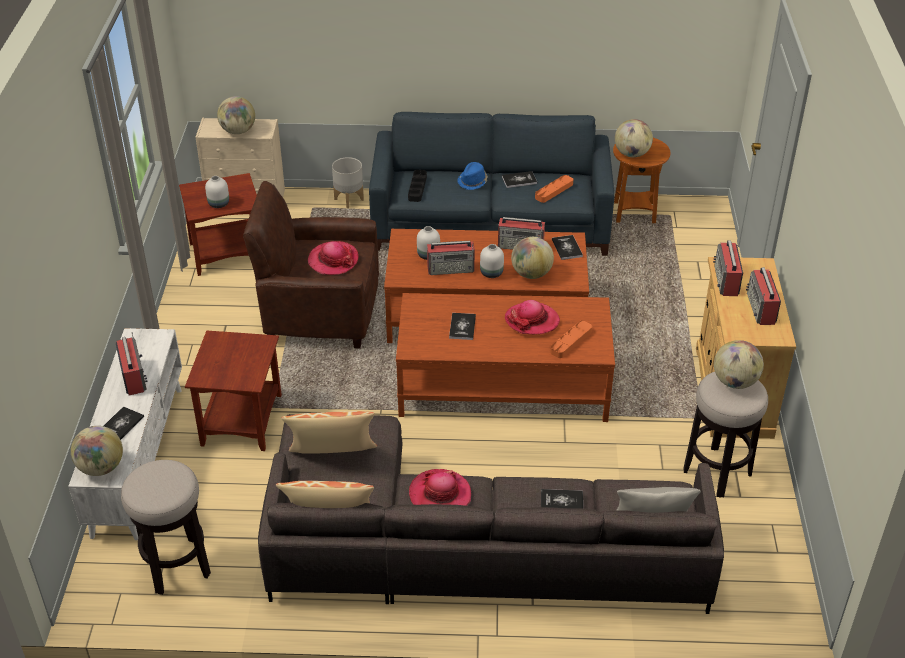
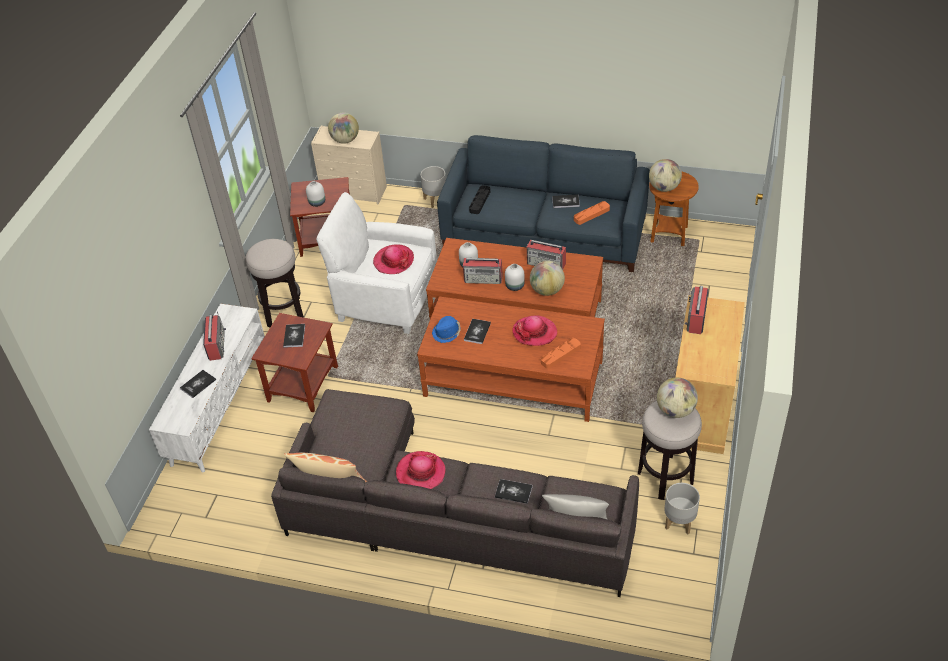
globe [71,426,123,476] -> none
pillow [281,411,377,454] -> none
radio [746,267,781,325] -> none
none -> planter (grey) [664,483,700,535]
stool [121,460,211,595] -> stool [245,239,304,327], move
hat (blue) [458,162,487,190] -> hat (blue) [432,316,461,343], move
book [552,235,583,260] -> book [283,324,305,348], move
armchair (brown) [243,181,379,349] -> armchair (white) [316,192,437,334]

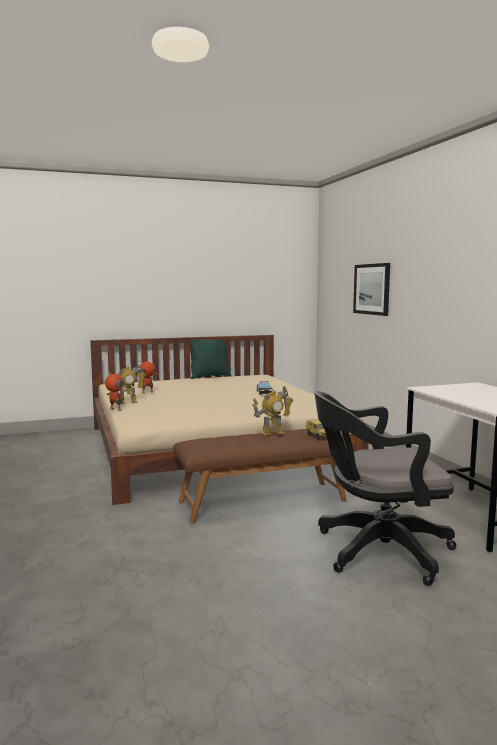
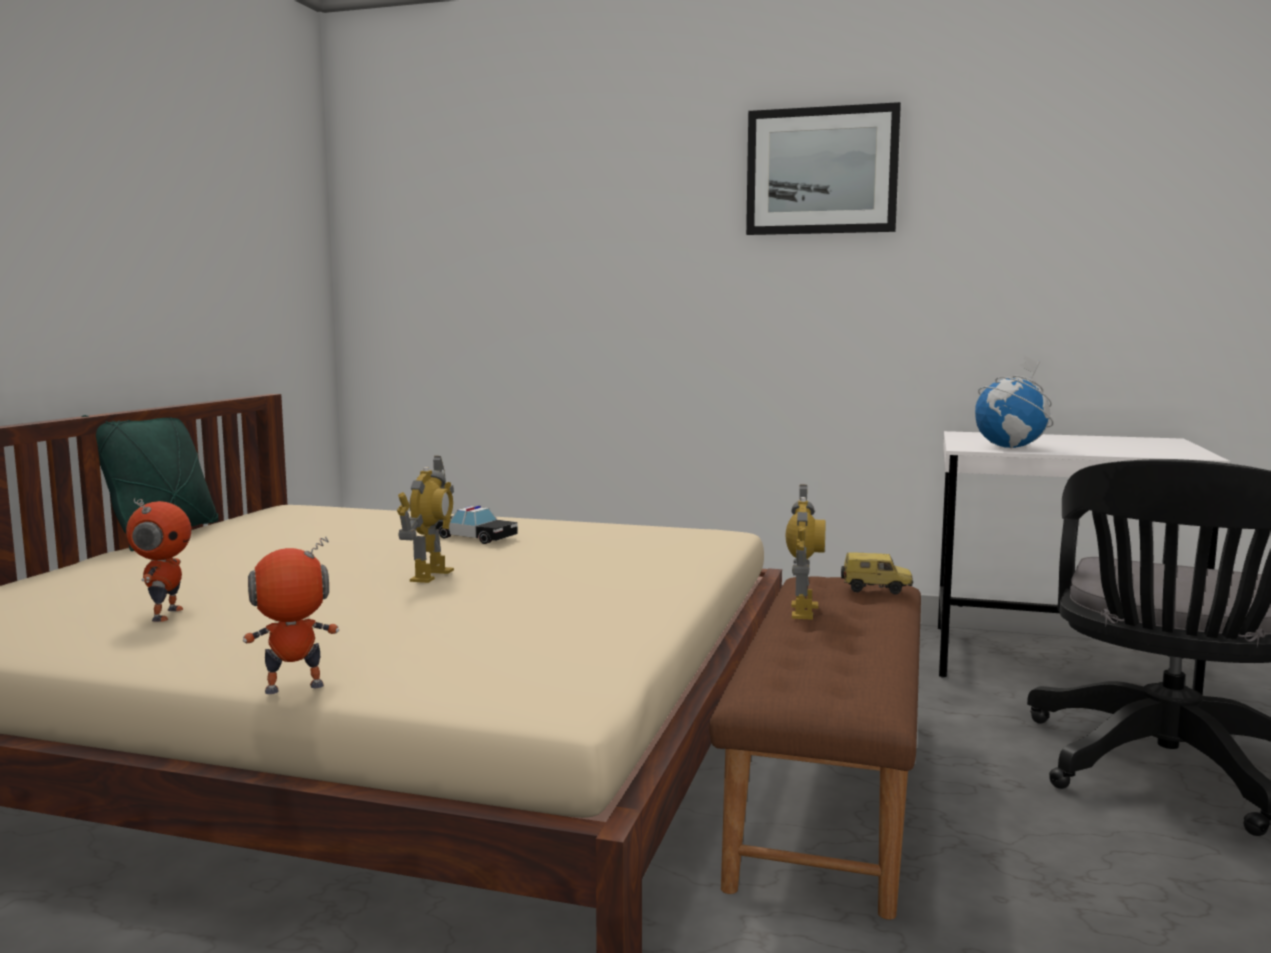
none -> globe [975,356,1053,448]
toy robot [108,363,146,404] -> toy robot [397,456,454,583], move
picture [353,263,390,316] -> picture [746,102,901,235], move

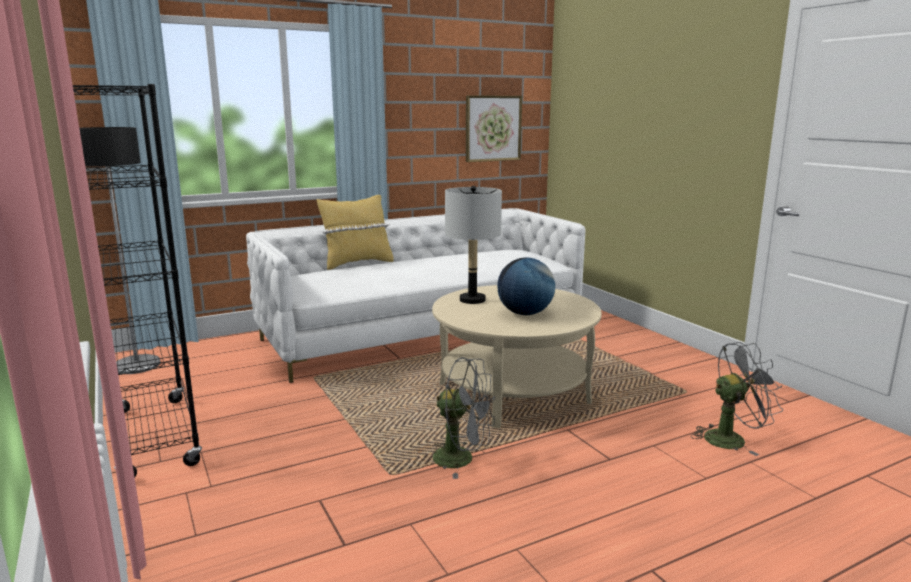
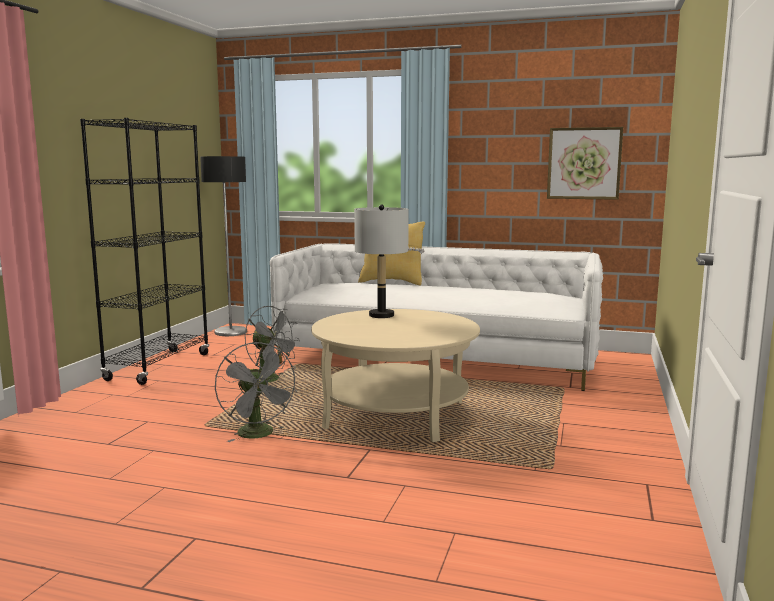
globe [497,258,555,315] -> none
fan (grey) [691,342,783,456] -> fan (grey) [244,306,300,382], move

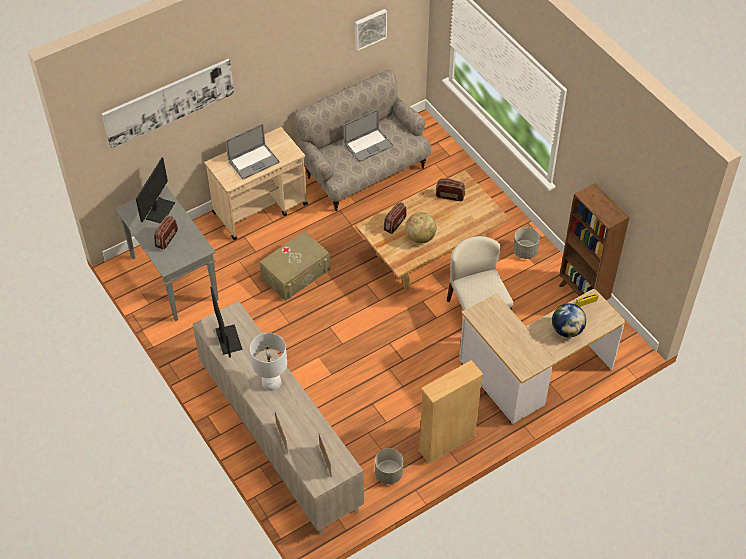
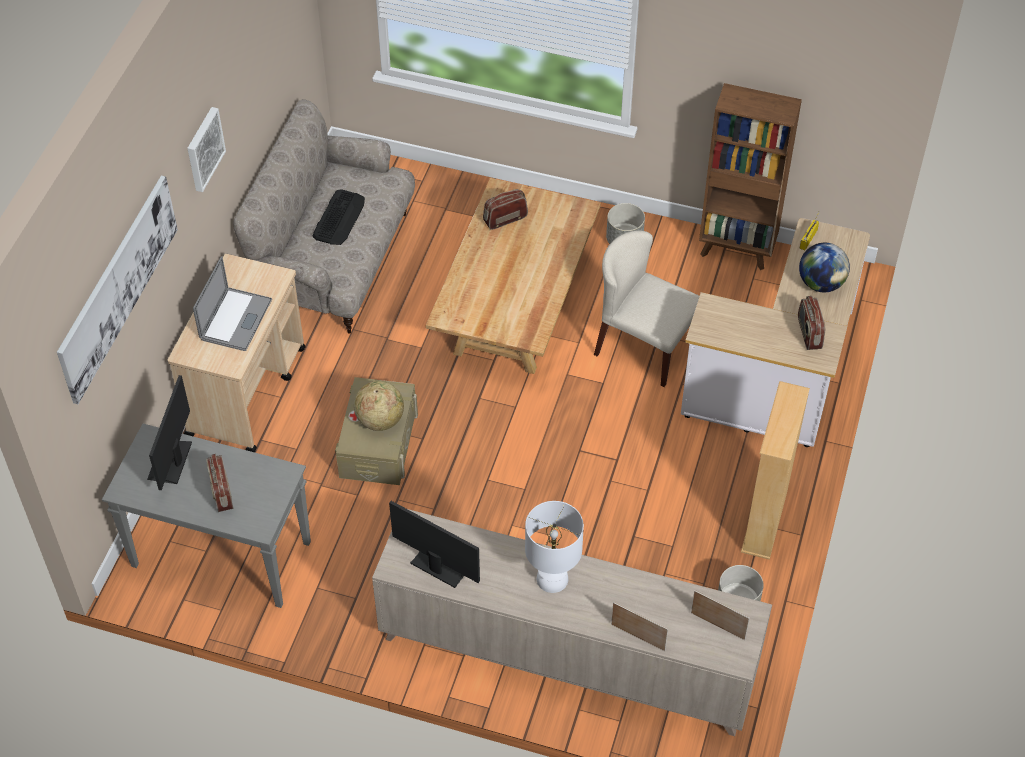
picture [355,9,387,51] -> picture [187,107,226,192], move
radio [384,202,407,234] -> radio [798,296,825,350], move
globe [405,212,436,244] -> globe [354,381,404,431], move
laptop [343,109,393,162] -> keyboard [312,189,365,245]
monitor [136,158,176,224] -> monitor [147,375,192,490], 150 degrees counterclockwise

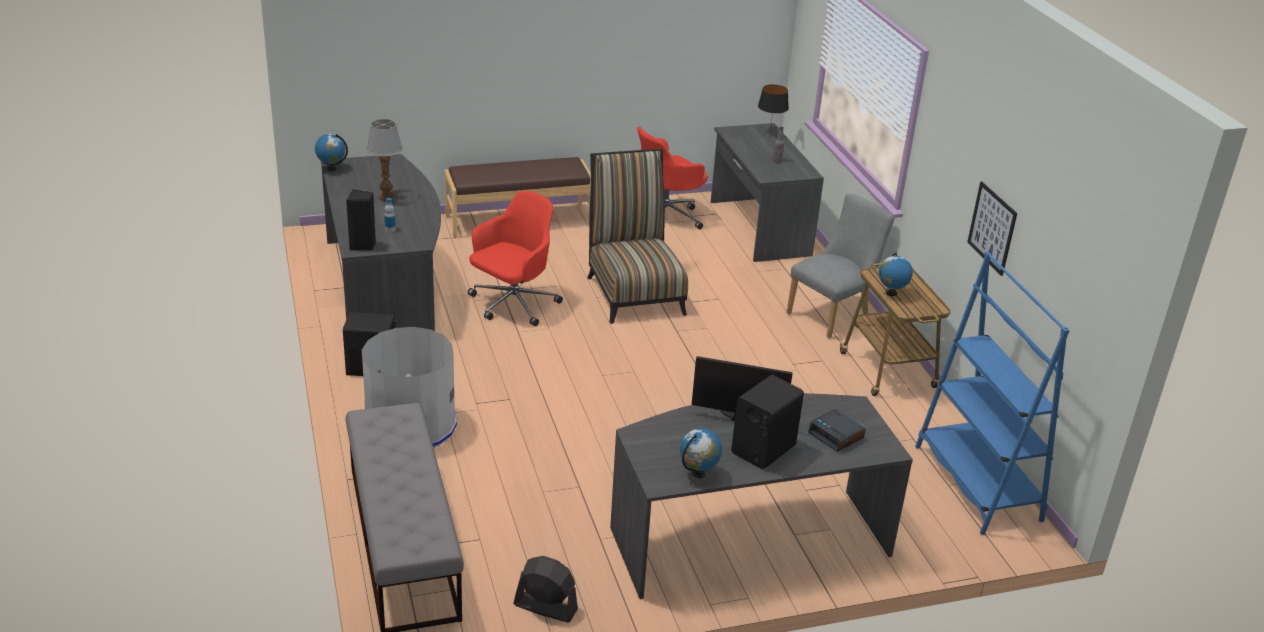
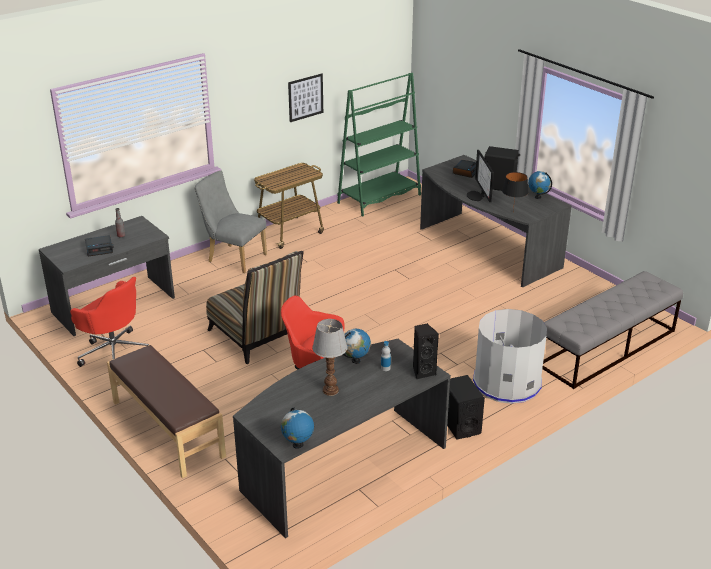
fan (black) [513,556,578,622] -> none
none -> alarm clock [85,235,114,256]
table lamp (black) [758,85,789,132] -> table lamp (black) [502,172,529,211], move
globe [879,253,913,296] -> globe [343,329,371,364], move
bookcase (blue) [915,251,1069,535] -> bookcase (green) [337,73,421,217]
chair [587,148,688,324] -> chair [206,251,304,364], 90 degrees counterclockwise

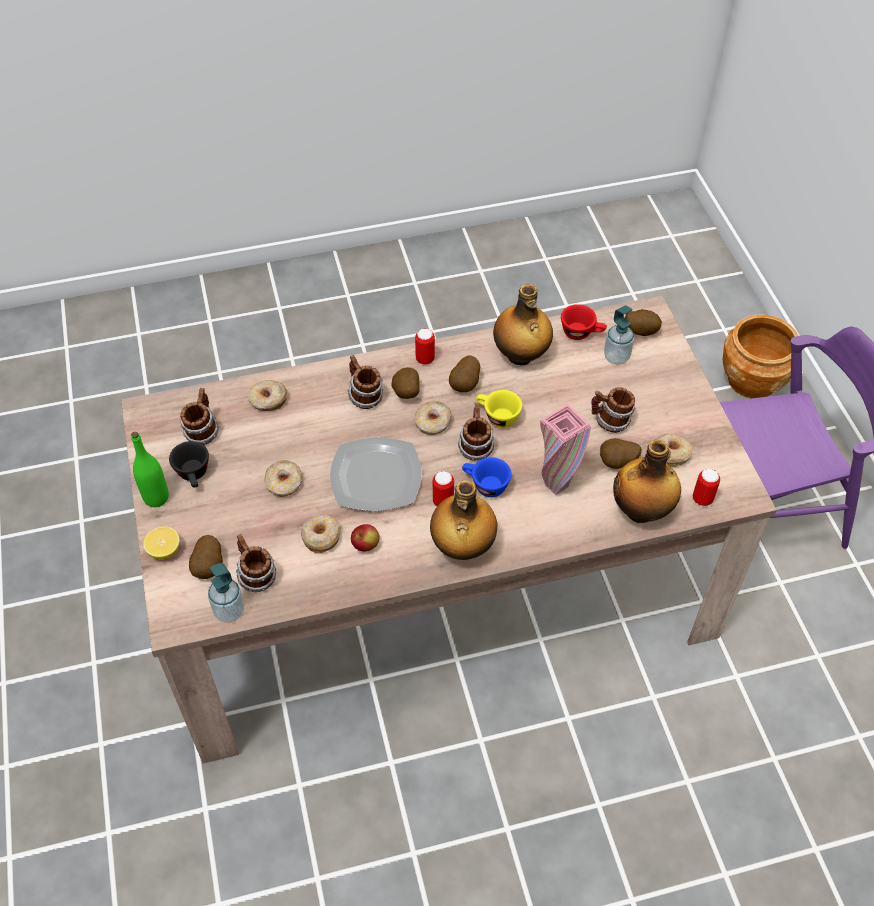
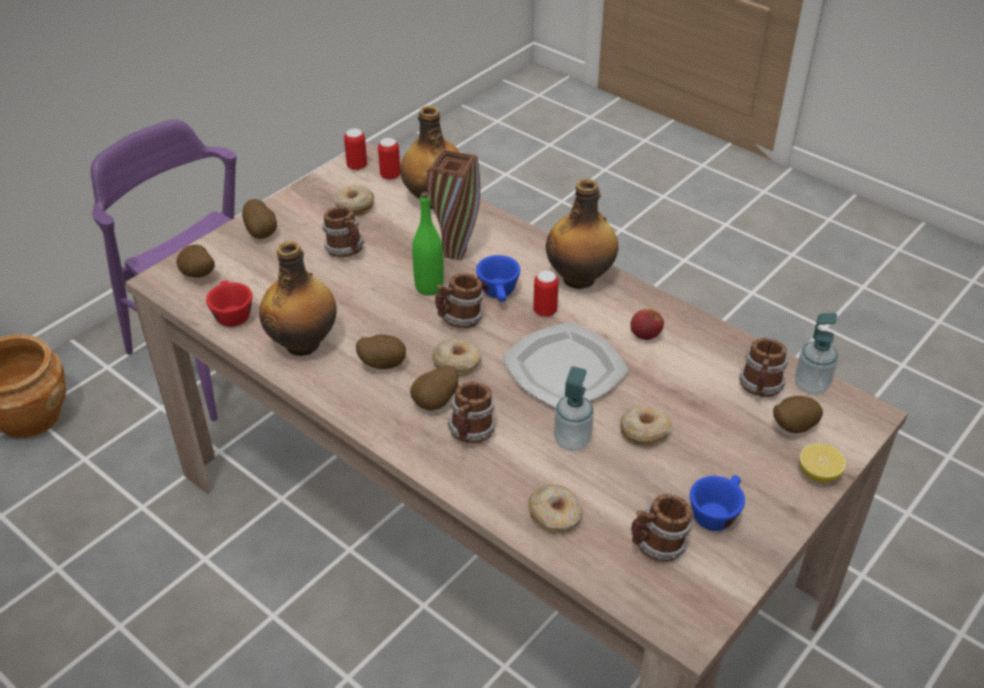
donut [301,514,340,553] -> none
cup (yellow) [476,390,522,428] -> none
bottle (green) [131,432,169,507] -> bottle (green) [412,192,444,296], move
can [415,328,435,364] -> can [344,128,367,170], move
potato [600,438,642,469] -> potato [242,199,277,239], move
soap dispenser [604,305,634,365] -> soap dispenser [554,366,594,451], move
cup (black) [169,441,209,488] -> cup (blue) [690,475,745,531]
vase (pink) [540,404,591,495] -> vase (brown) [427,149,480,261]

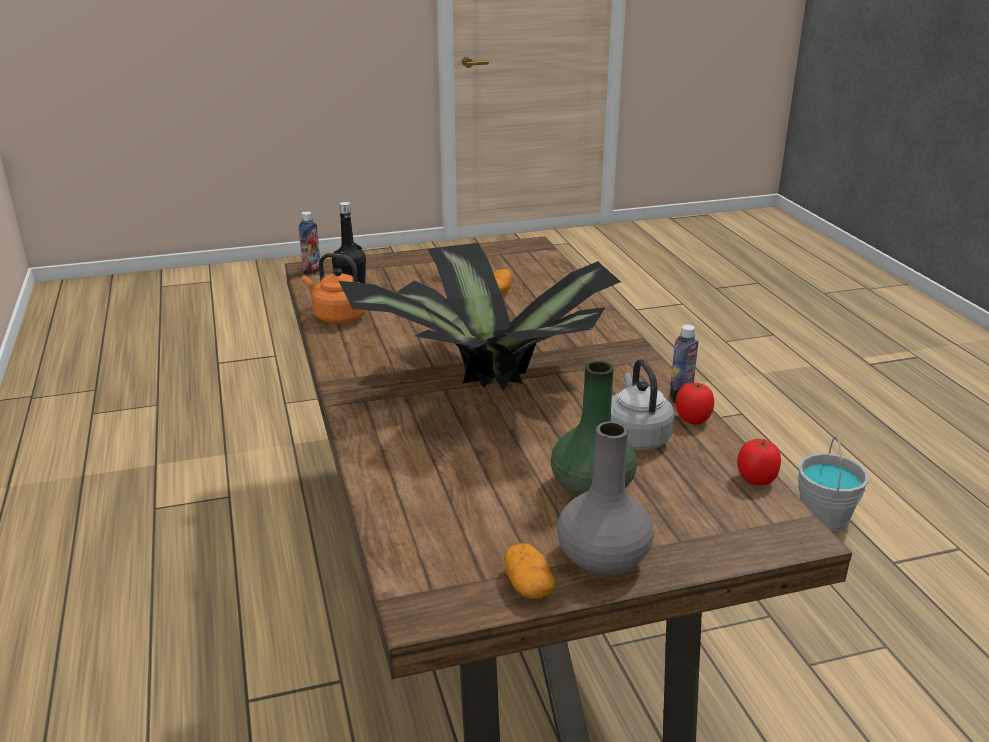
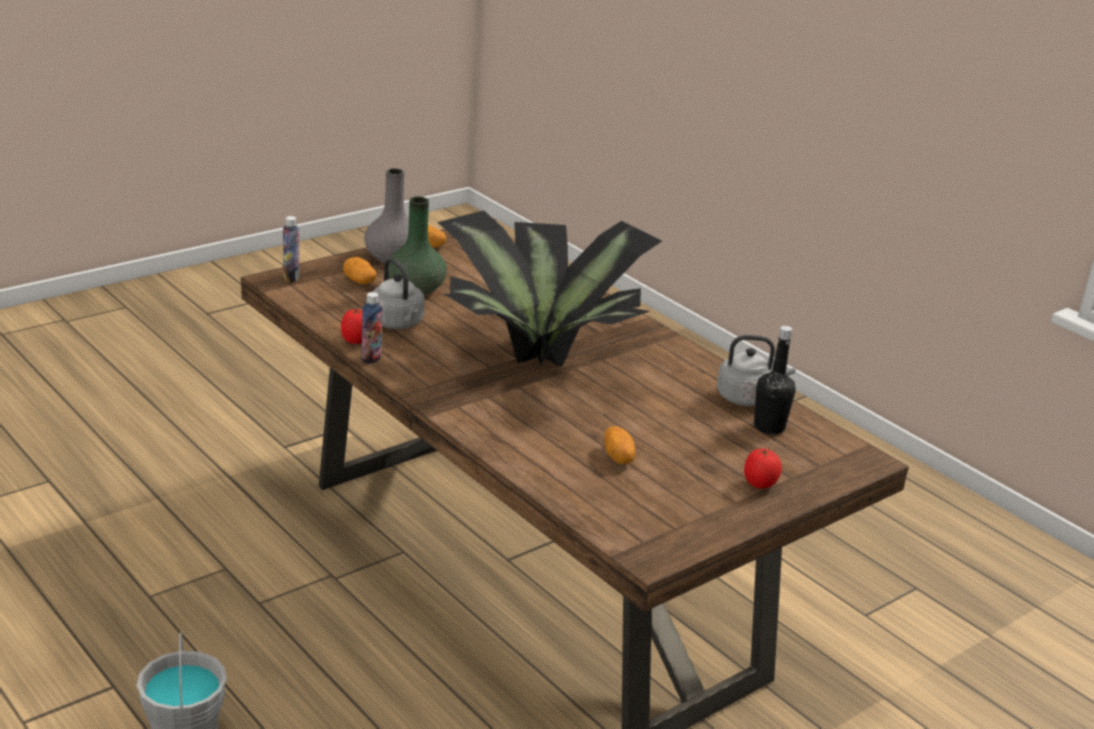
none -> potato [343,257,376,284]
bottle [299,211,320,275] -> bottle [283,216,299,282], move
tomato [737,439,781,485] -> tomato [744,448,782,489], move
kettle (orange) [302,253,366,324] -> kettle (grey) [717,335,796,406]

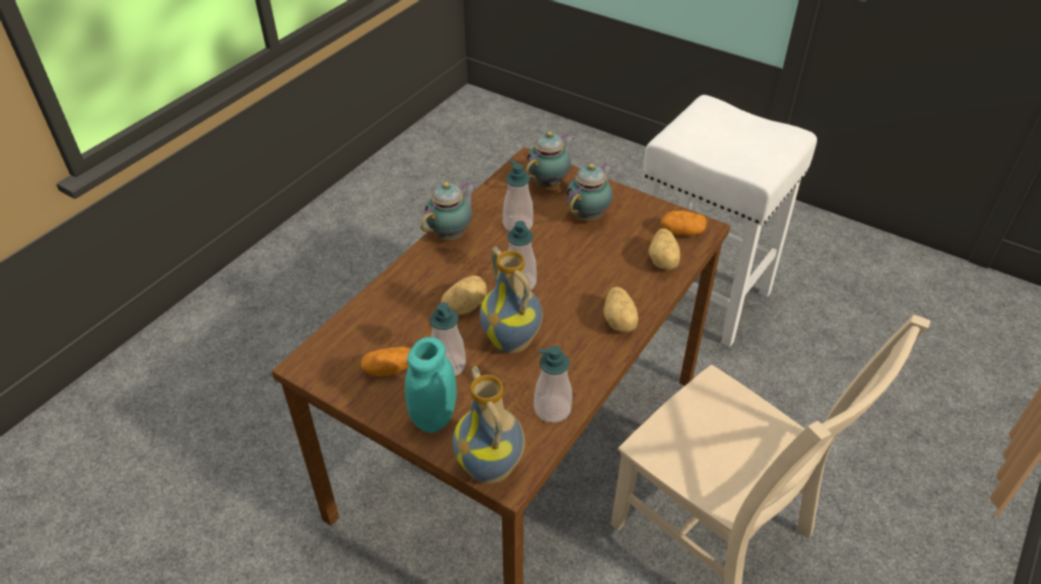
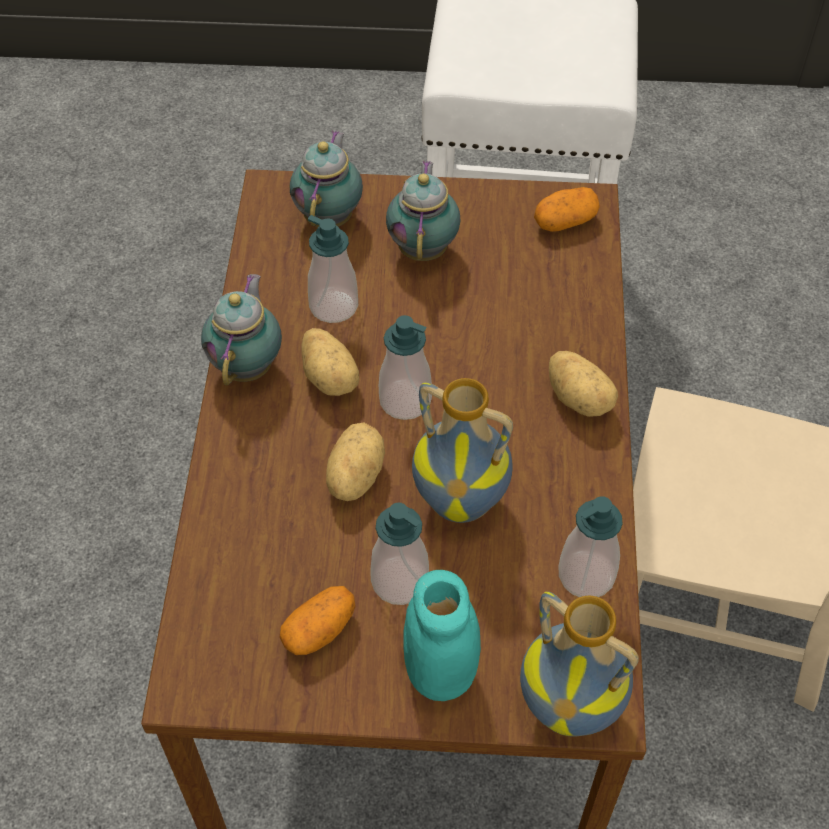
potato [649,228,680,270] -> potato [301,328,359,396], move

